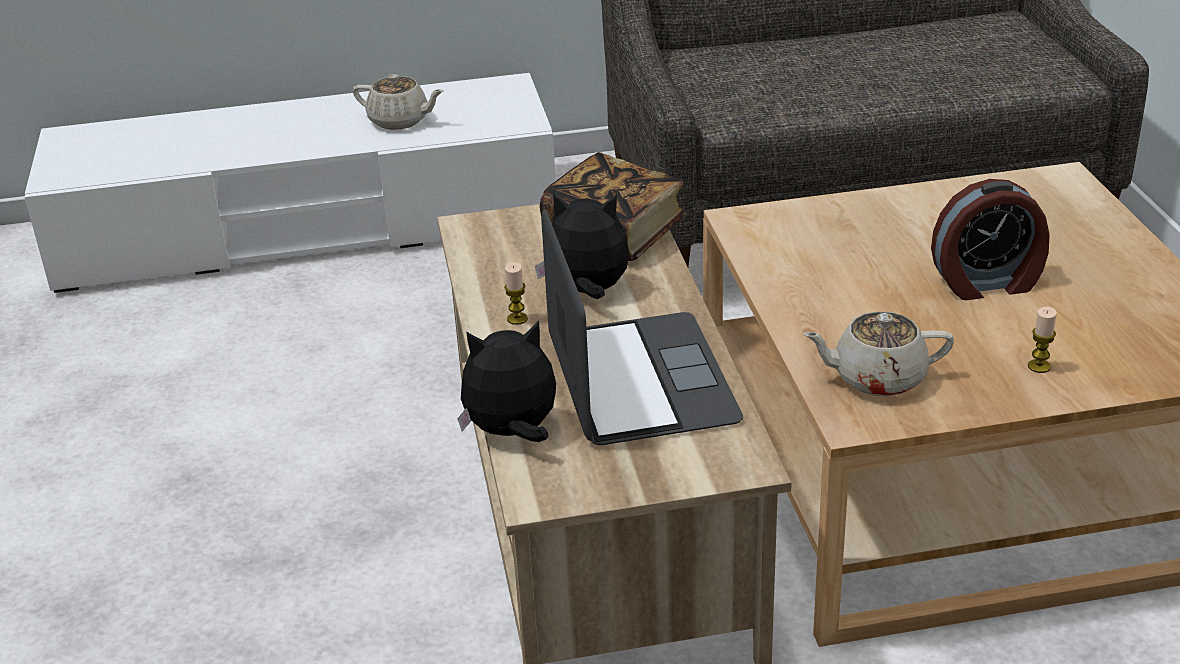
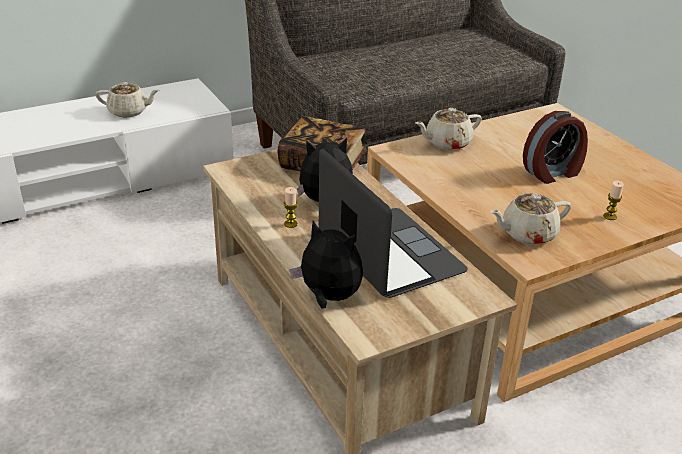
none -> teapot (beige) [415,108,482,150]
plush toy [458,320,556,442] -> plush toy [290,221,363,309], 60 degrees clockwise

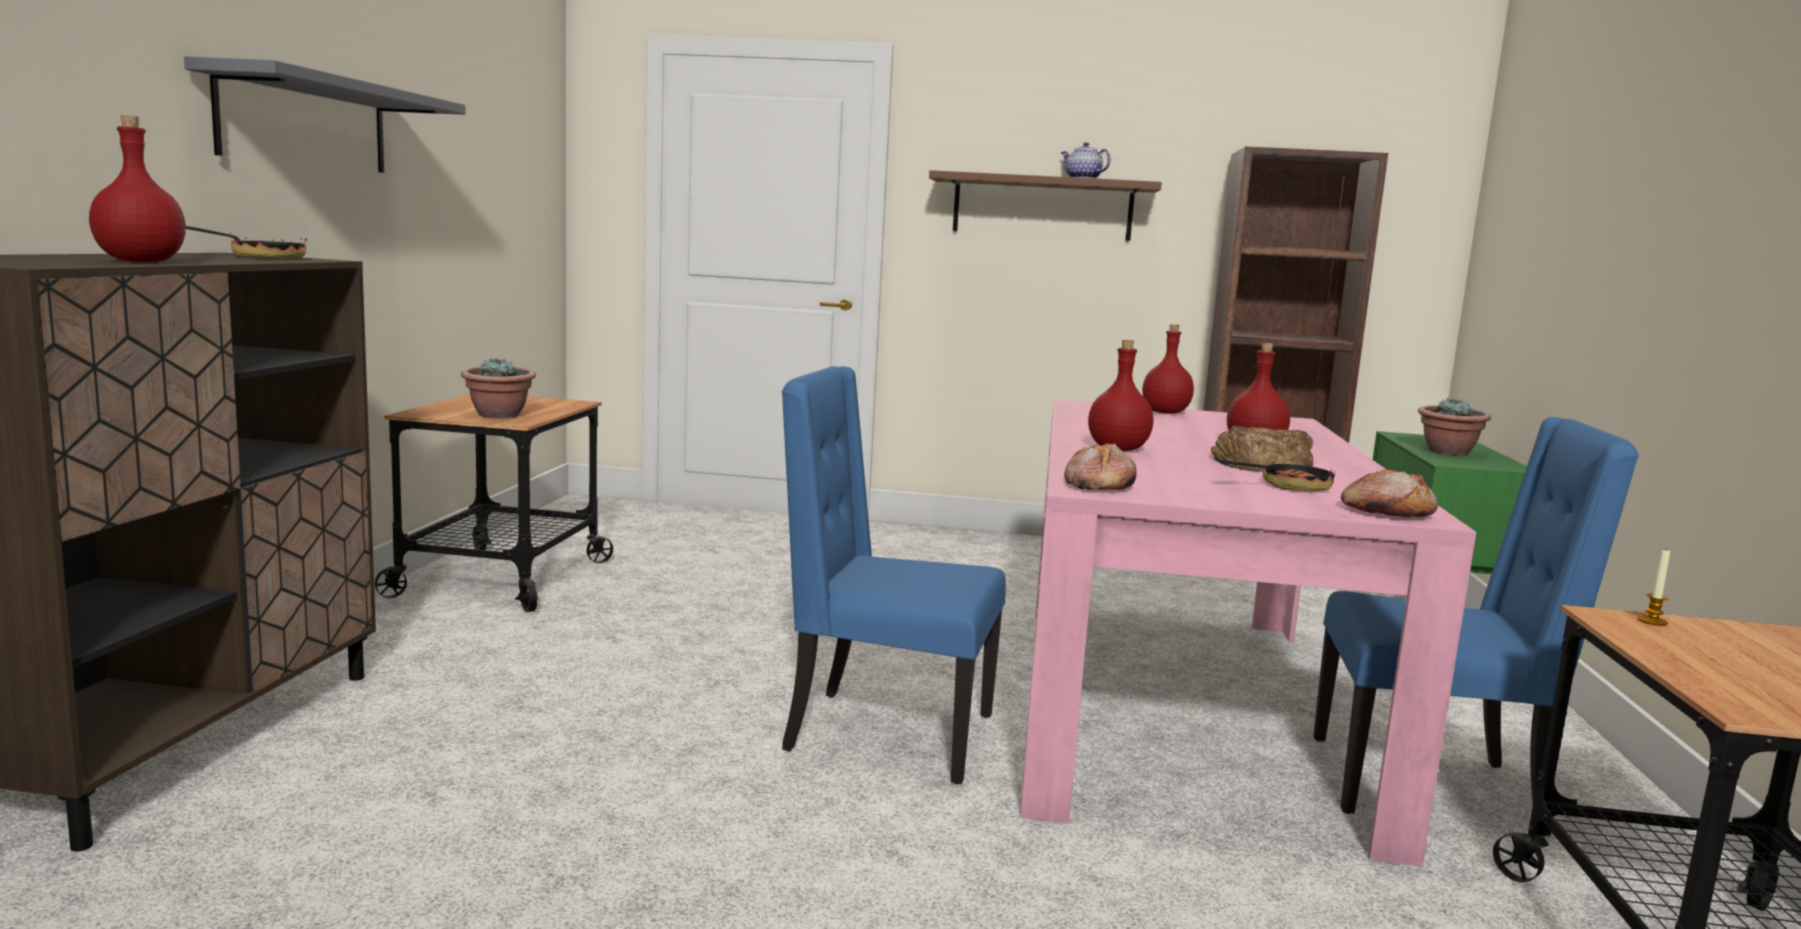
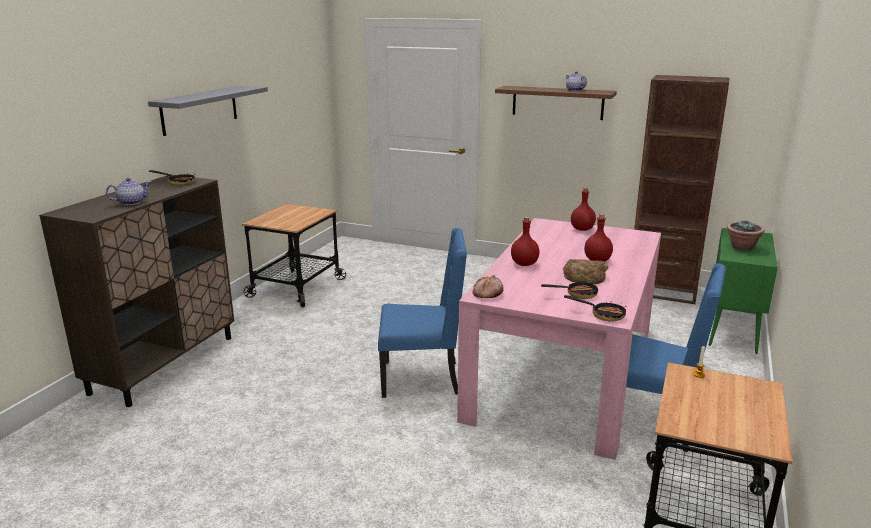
potted plant [461,358,536,418] -> none
bottle (red) [89,115,186,262] -> teapot [106,178,151,205]
bread [1341,469,1438,517] -> frying pan [564,295,626,321]
chair (blue) [782,366,1006,784] -> chair (blue) [378,228,467,398], 150 degrees clockwise

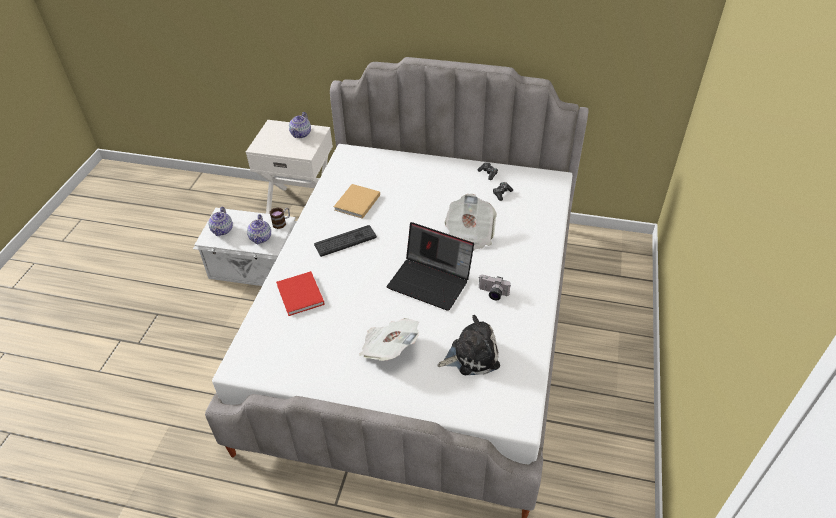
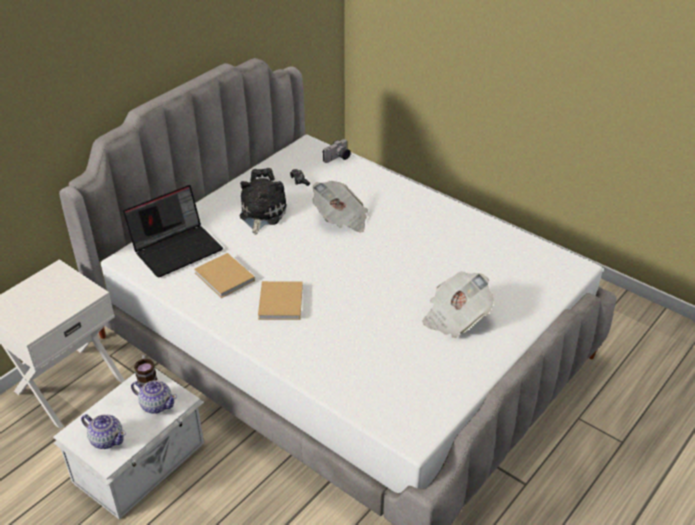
book (red) [276,271,325,316] -> none
teapot [289,112,311,138] -> none
laptop [387,222,474,311] -> laptop [123,185,223,277], move
plush toy [437,315,500,375] -> plush toy [240,178,287,234], move
photo camera [479,275,511,301] -> photo camera [323,139,351,163], move
keyboard [314,225,377,257] -> book (beige) [258,281,303,320]

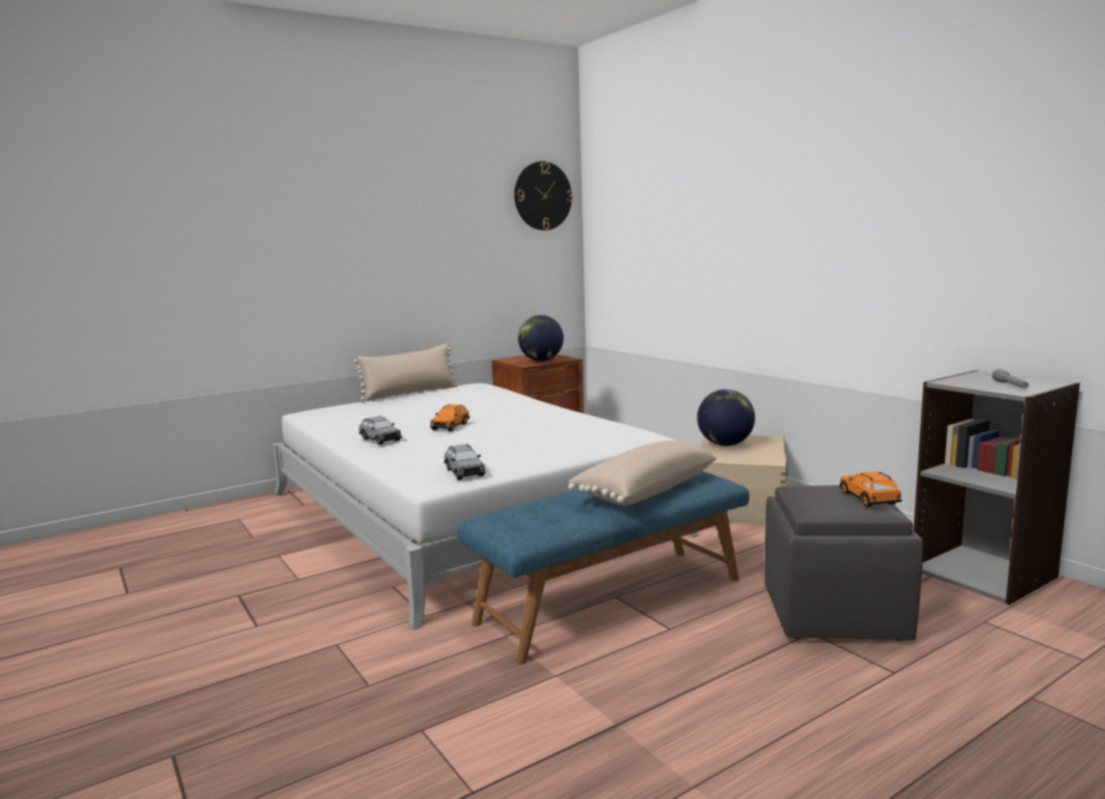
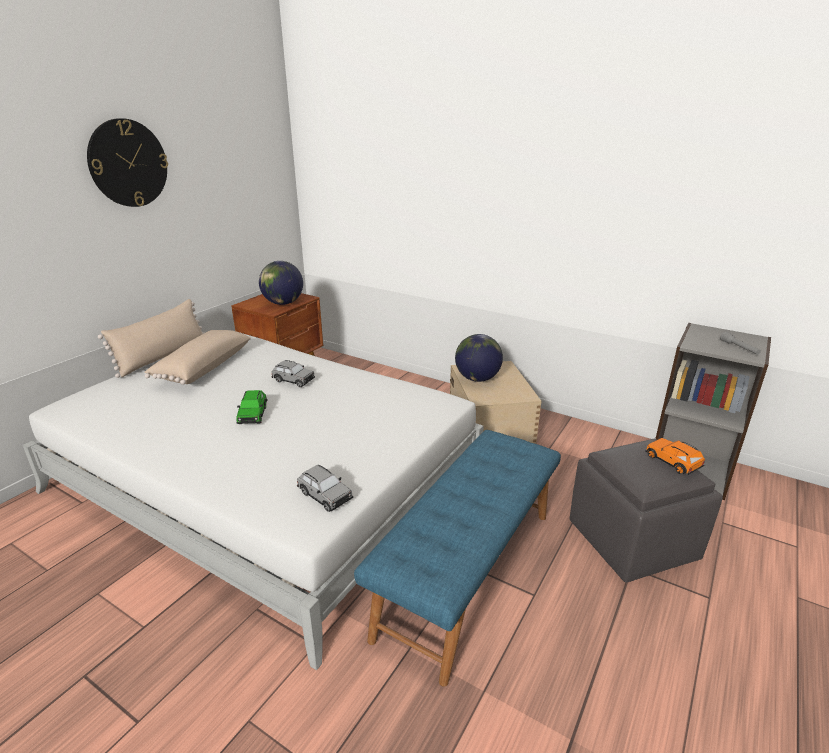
toy car (grey) [359,416,402,445] -> toy car (grey) [271,360,315,387], move
wall clock [514,161,573,230] -> wall clock [87,118,168,207], move
pillow (beige) [568,441,716,506] -> pillow (beige) [144,330,251,385], move
toy car (orange) [430,404,470,431] -> toy car (green) [236,390,267,424]

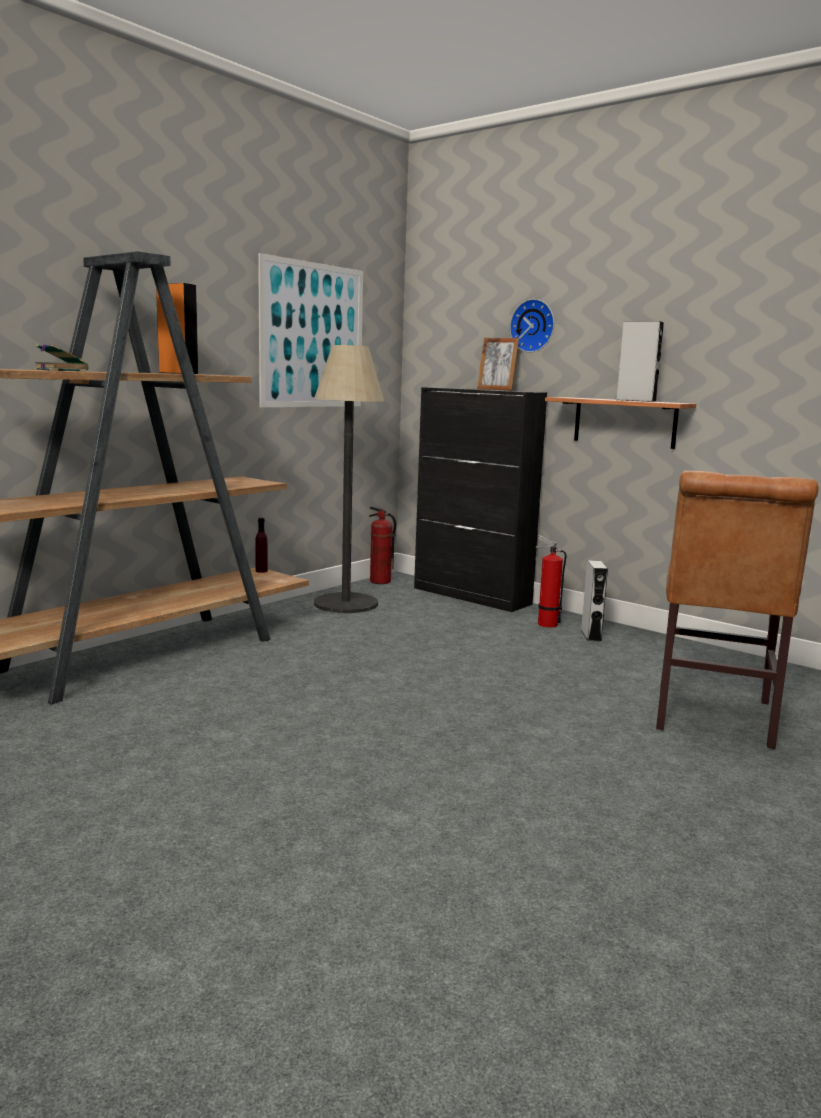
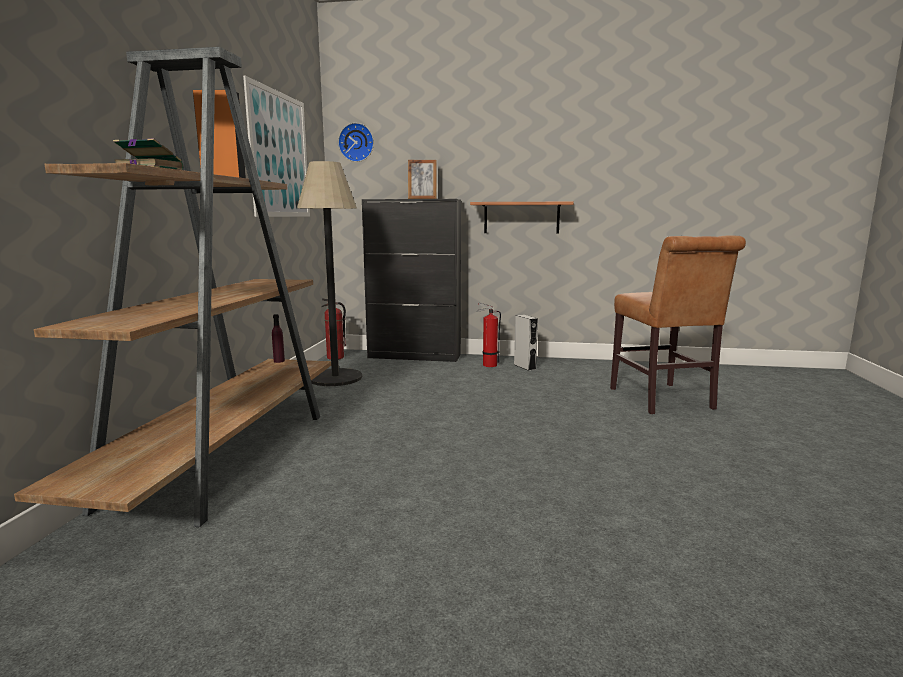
speaker (grey) [617,321,664,402] -> none
wall clock [510,299,554,353] -> wall clock [338,123,374,162], move

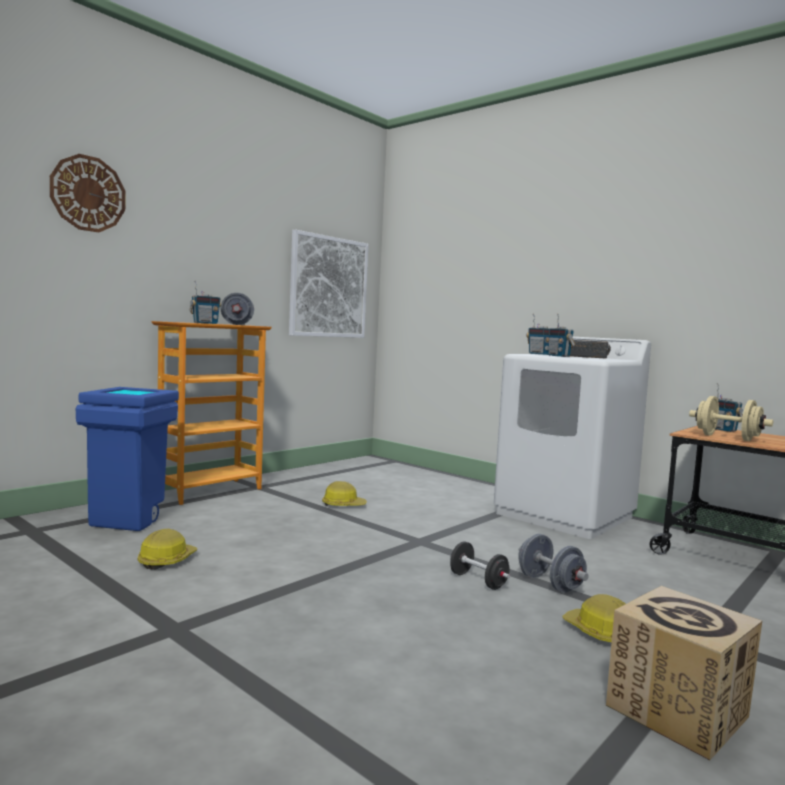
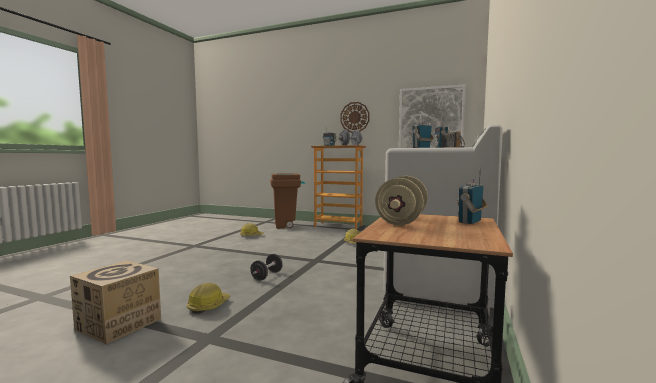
dumbbell (grey) [518,534,588,593] -> none
wall clock [50,154,125,232] -> wall clock [340,102,370,133], move
trash can (blue) [76,387,179,531] -> trash can (brown) [270,173,305,229]

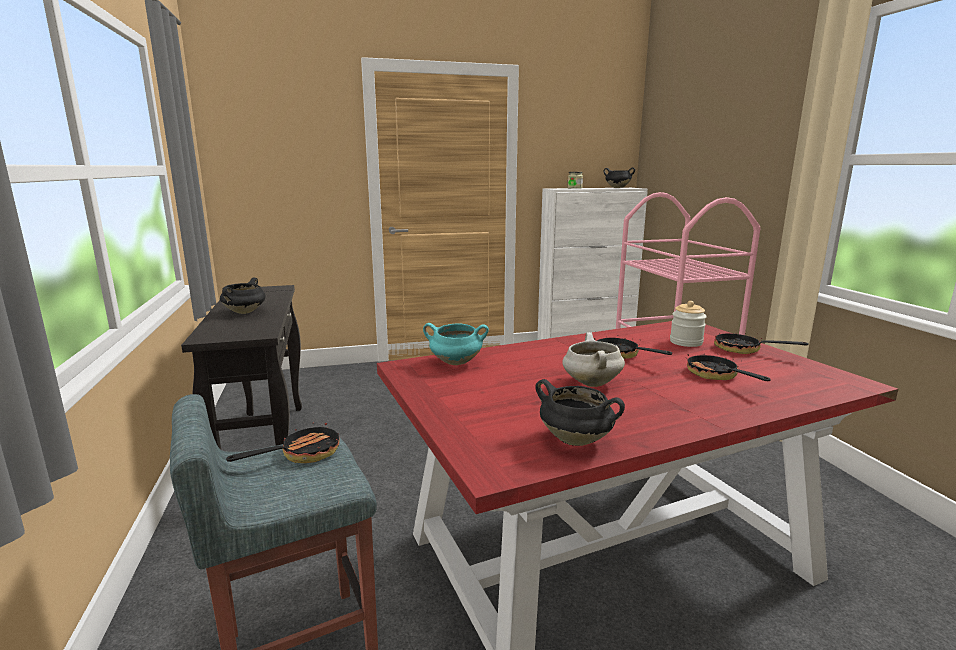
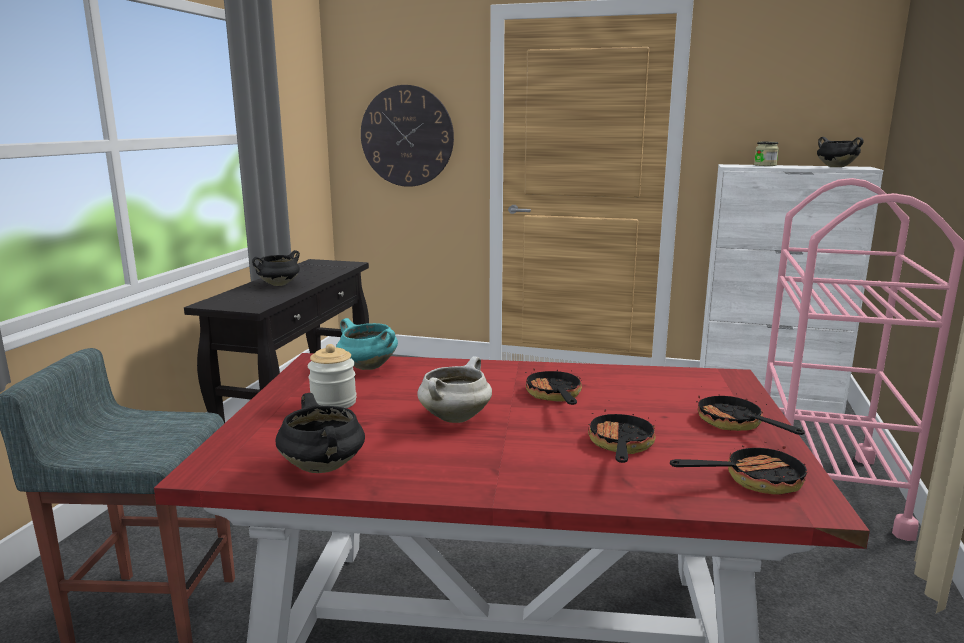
none -> wall clock [361,85,454,187]
frying pan [226,422,340,463] -> frying pan [670,438,807,495], move
jar [670,301,707,347] -> jar [308,344,357,408], move

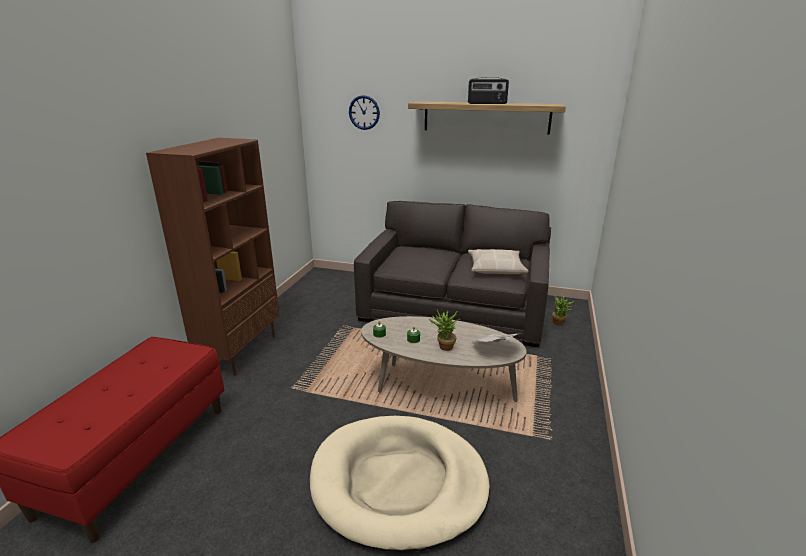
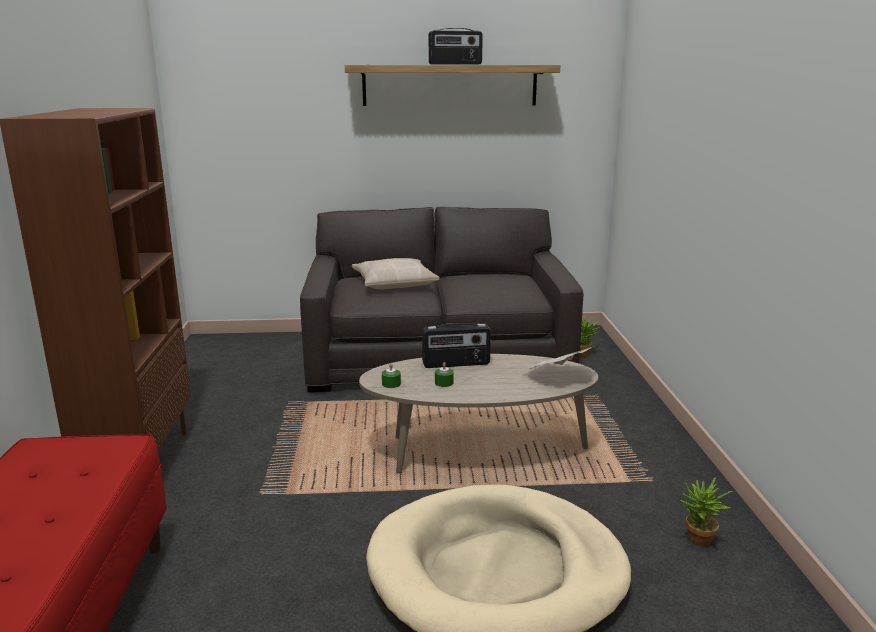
wall clock [349,95,380,130] -> none
none -> radio [422,323,491,368]
potted plant [429,309,459,351] -> potted plant [680,477,733,546], move
pillow (beige) [468,249,528,274] -> pillow (beige) [352,258,439,290], move

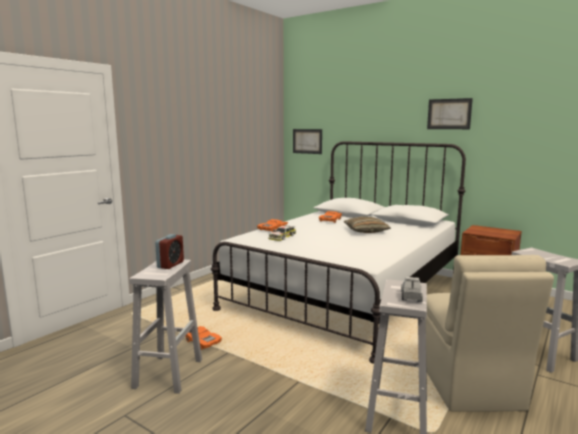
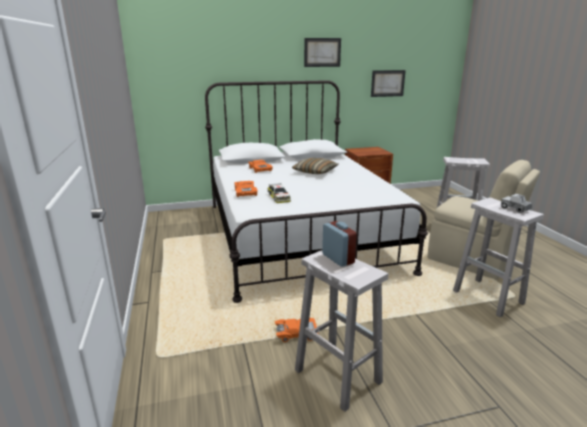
picture [293,129,322,154] -> picture [371,70,406,97], move

